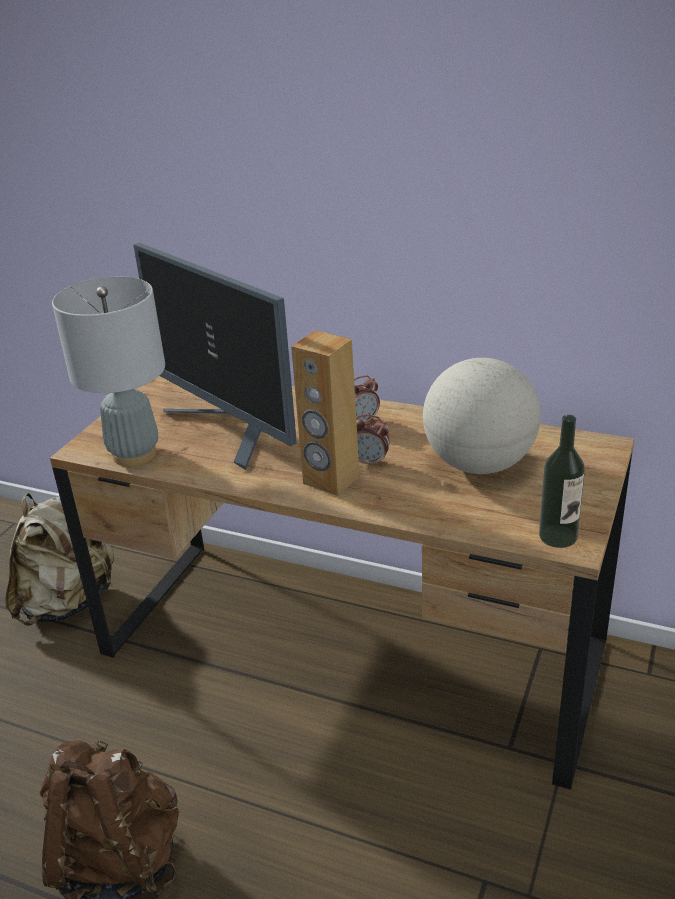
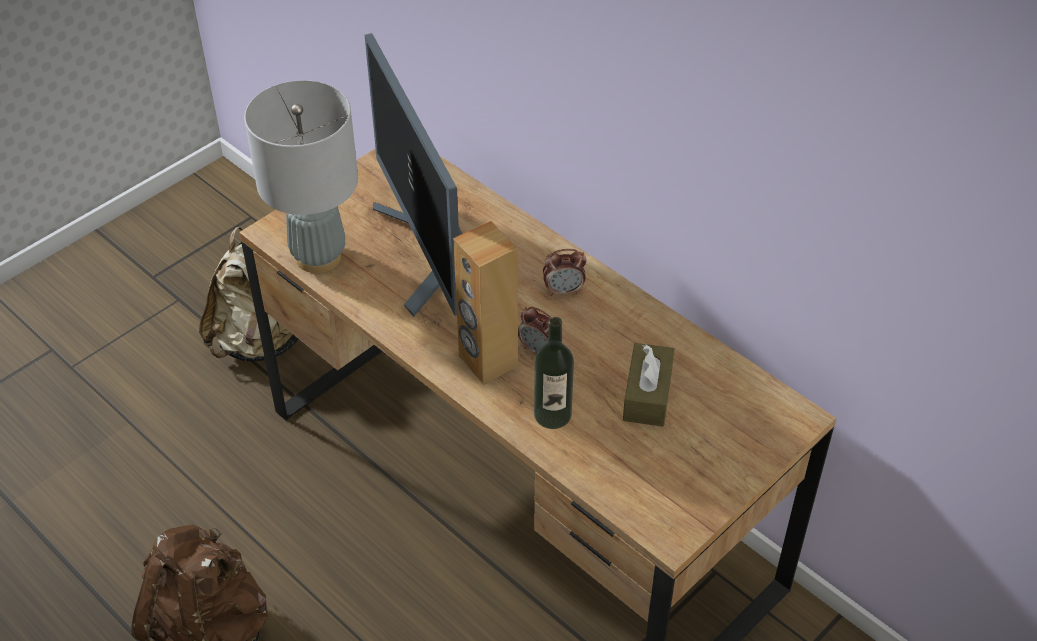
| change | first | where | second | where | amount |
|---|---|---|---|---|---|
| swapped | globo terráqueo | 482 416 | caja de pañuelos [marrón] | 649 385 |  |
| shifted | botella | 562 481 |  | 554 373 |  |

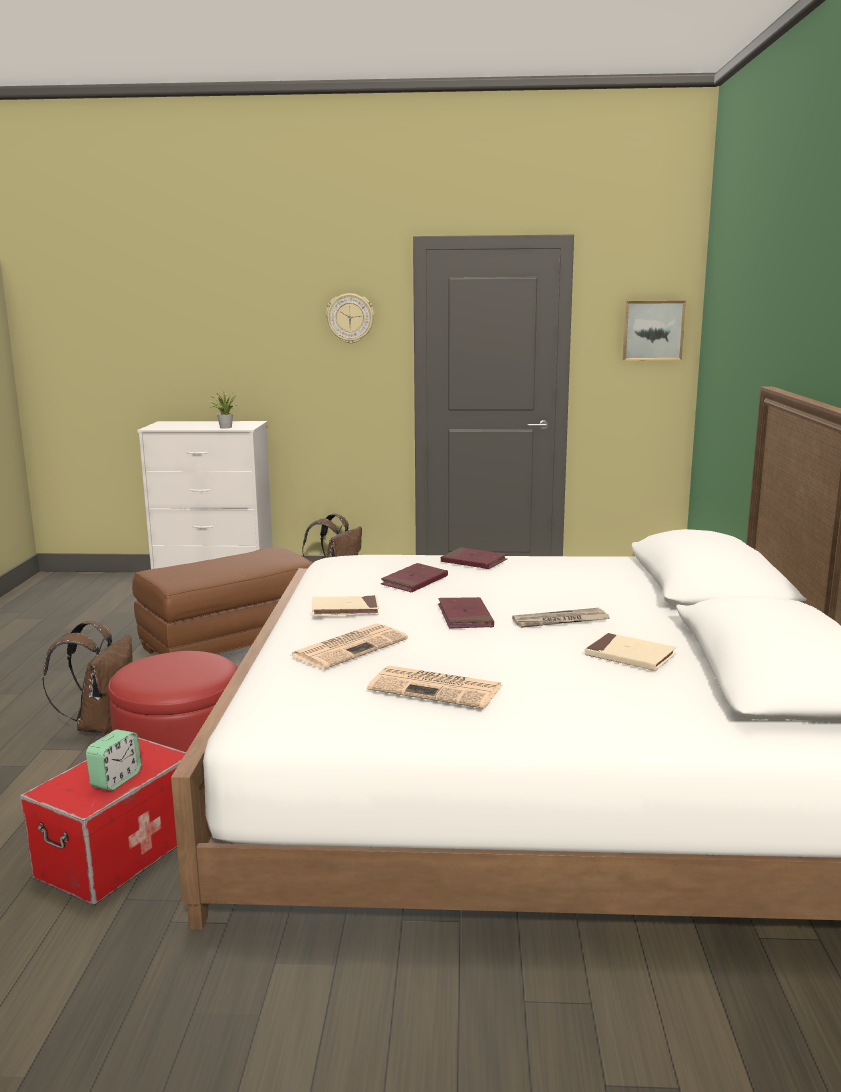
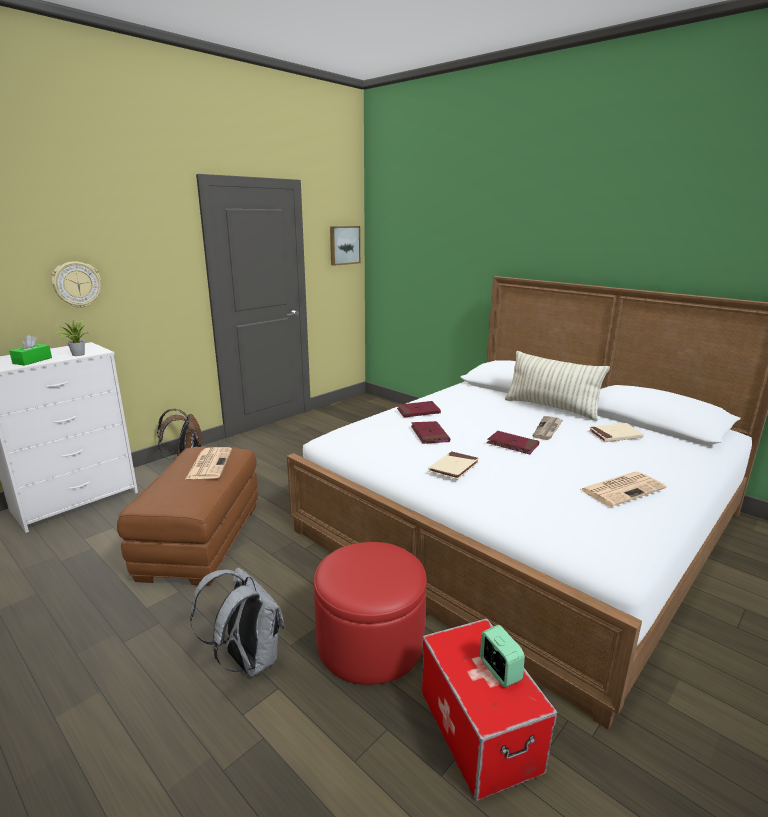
| change | first | where | second | where | amount |
|---|---|---|---|---|---|
| repainted | mochila [marrón] | 88 677 | mochila [gris] | 237 622 |  |
| shifted | periódico | 349 646 |  | 209 463 |  |
| shifted | reloj de pared | 350 318 |  | 76 284 |  |
| new |  |  | caja de pañuelos [verde] | 30 350 |  |
| new |  |  | cojín | 557 386 |  |

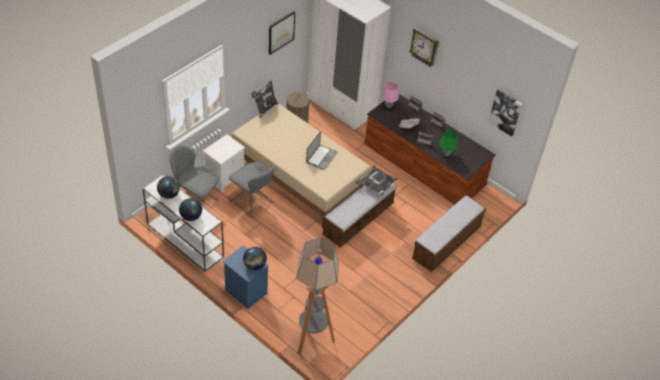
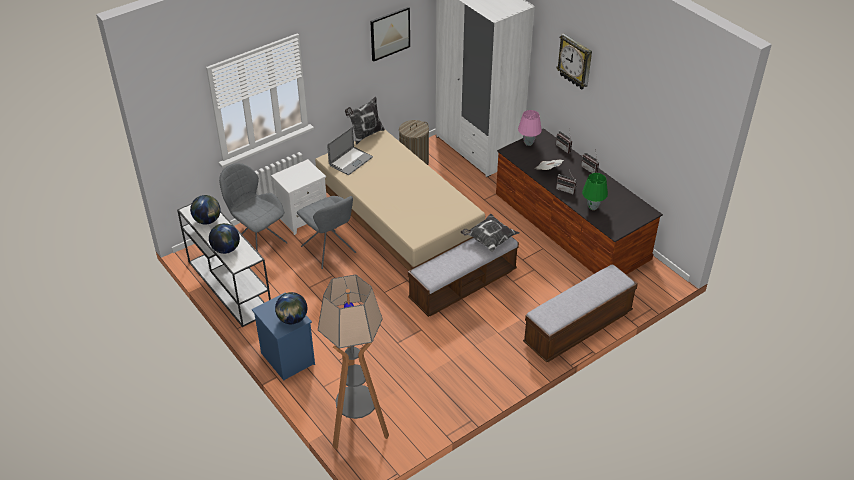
| change | first | where | second | where | amount |
|---|---|---|---|---|---|
| shifted | portátil | 321 150 |  | 350 151 |  |
| gone | cuadro | 505 113 |  |  |  |

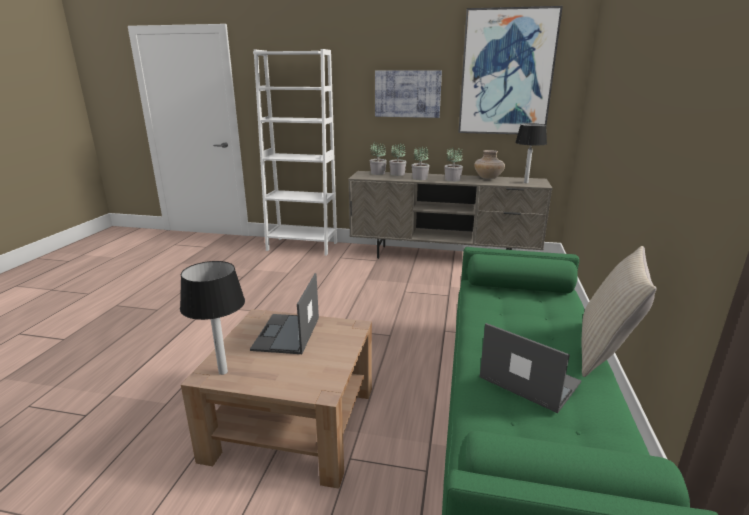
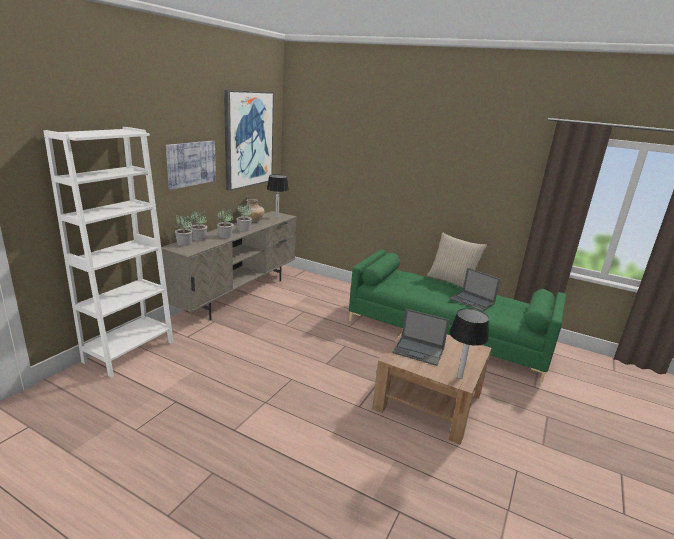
| change | first | where | second | where | amount |
|---|---|---|---|---|---|
| rotated | portátil | 531 368 |  | 475 290 | 105 degrees counterclockwise |

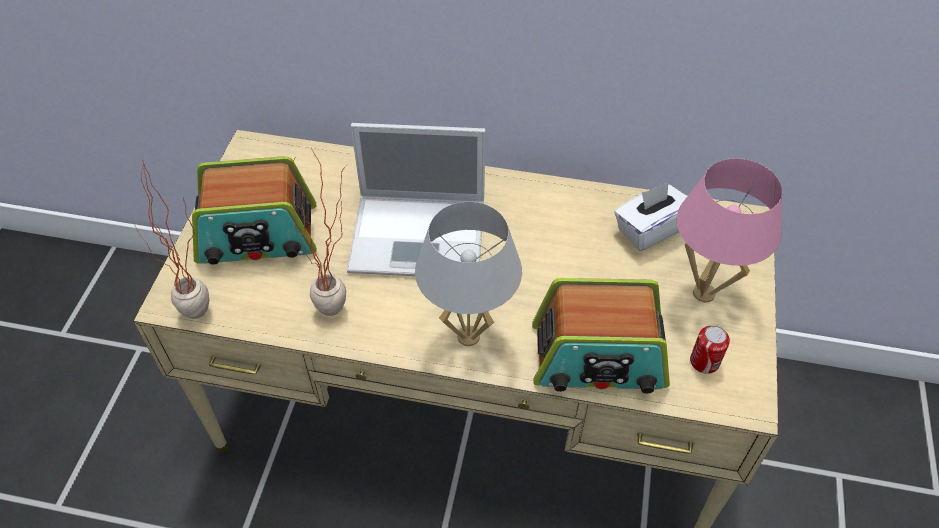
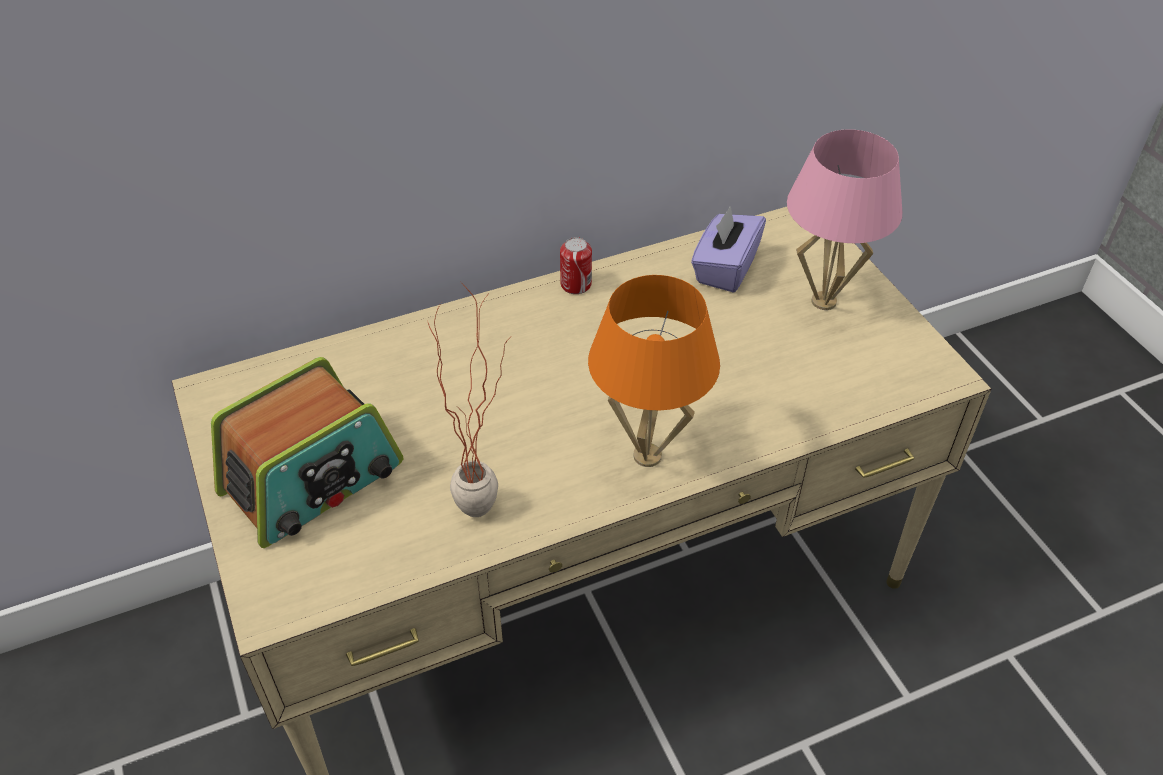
| change | first | where | second | where | amount |
|---|---|---|---|---|---|
| gone | planta en maceta | 171 238 |  |  |  |
| gone | portátil | 416 199 |  |  |  |
| repainted | lámpara de mesa [blanco] | 468 274 | lámpara de mesa [naranja] | 654 371 |  |
| gone | radio | 601 336 |  |  |  |
| repainted | caja de pañuelos [blanco] | 650 216 | caja de pañuelos [morado] | 728 249 |  |
| shifted | lata | 710 349 |  | 576 265 |  |

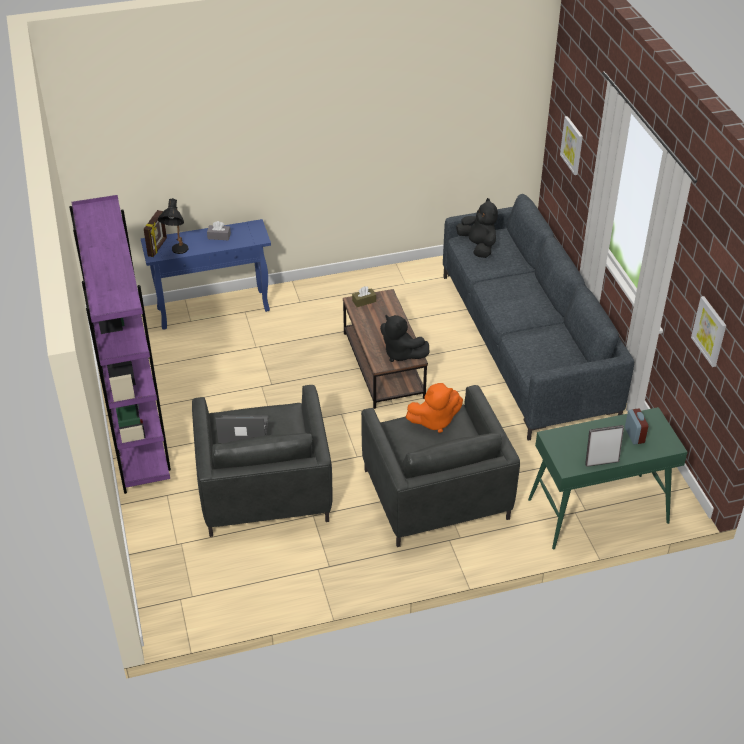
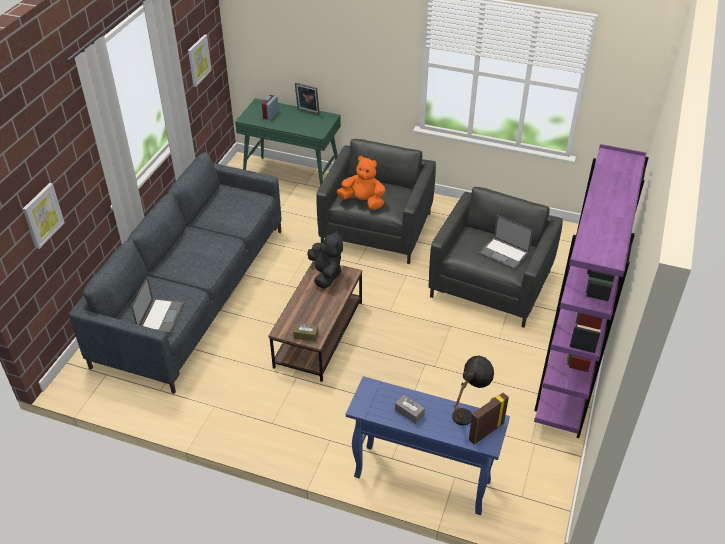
| change | first | where | second | where | amount |
|---|---|---|---|---|---|
| swapped | peluche [negro] | 477 228 | portátil | 157 305 |  |

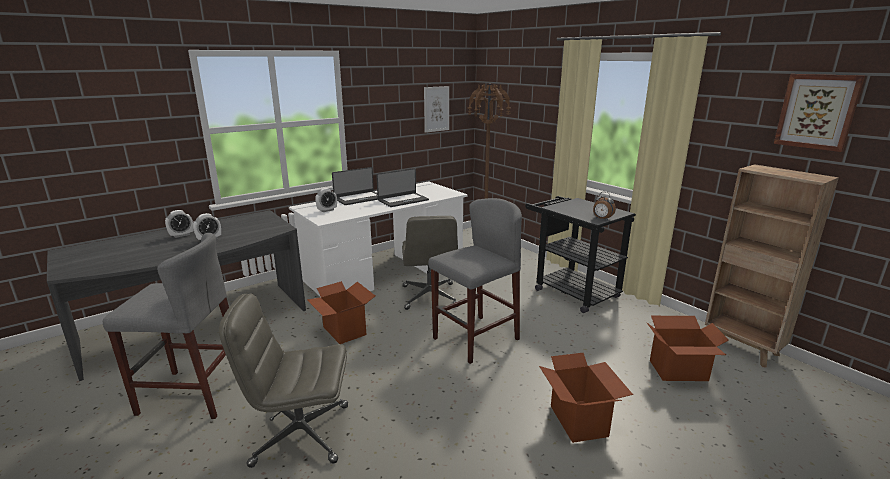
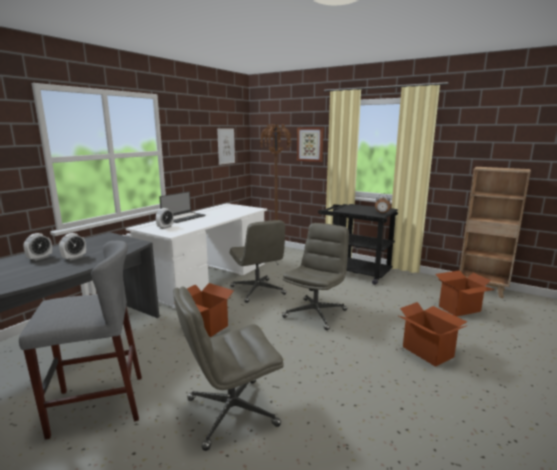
| change | first | where | second | where | amount |
|---|---|---|---|---|---|
| gone | portátil | 402 187 |  |  |  |
| swapped | taburete [gris] | 475 281 | silla de oficina [gris] | 315 276 |  |
| shifted | cuadro | 819 113 |  | 310 144 |  |

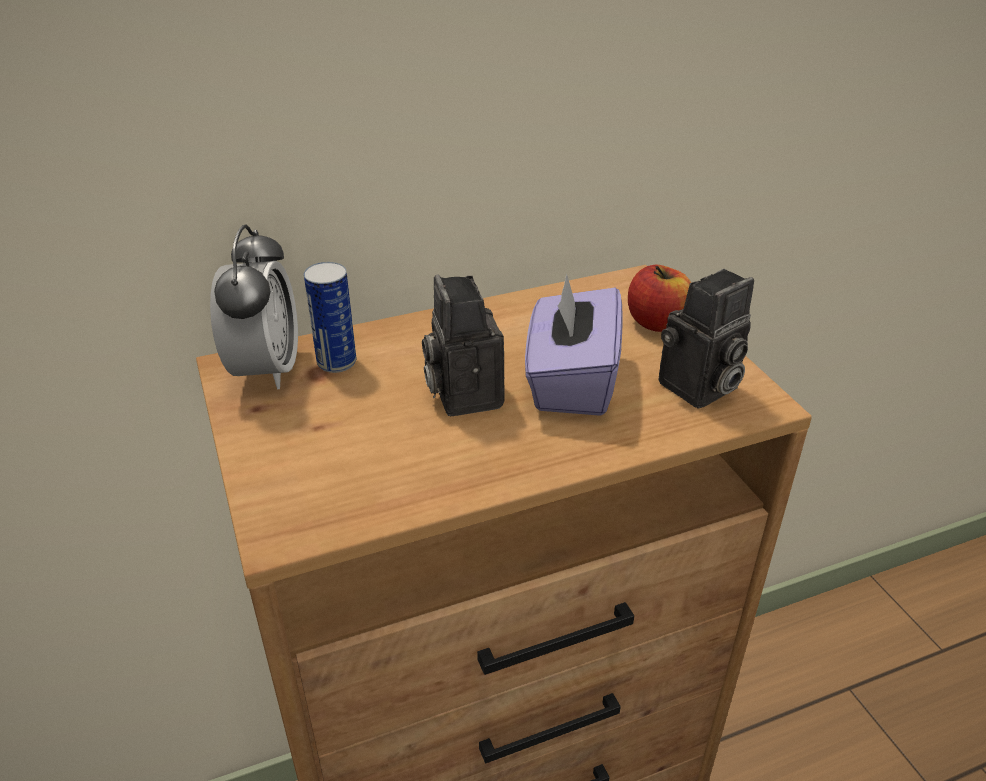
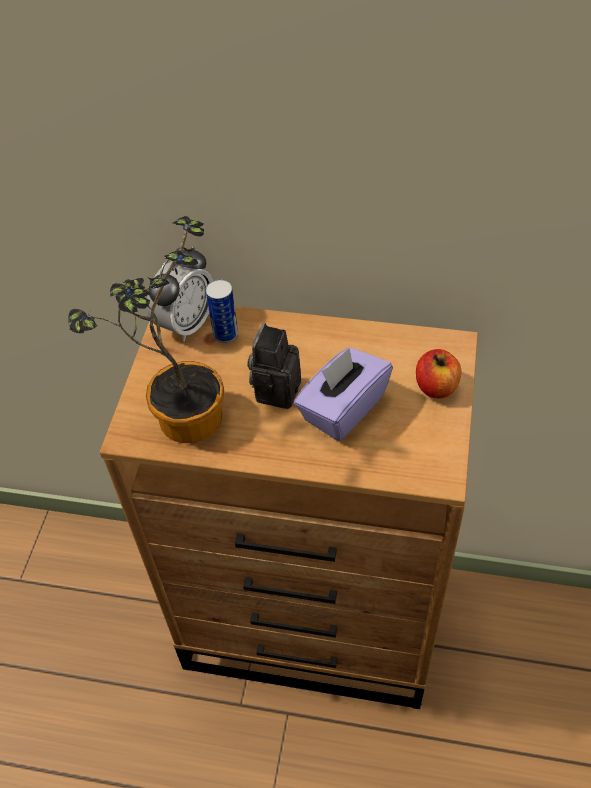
| change | first | where | second | where | amount |
|---|---|---|---|---|---|
| gone | cámara | 706 338 |  |  |  |
| new |  |  | planta en maceta | 146 329 |  |

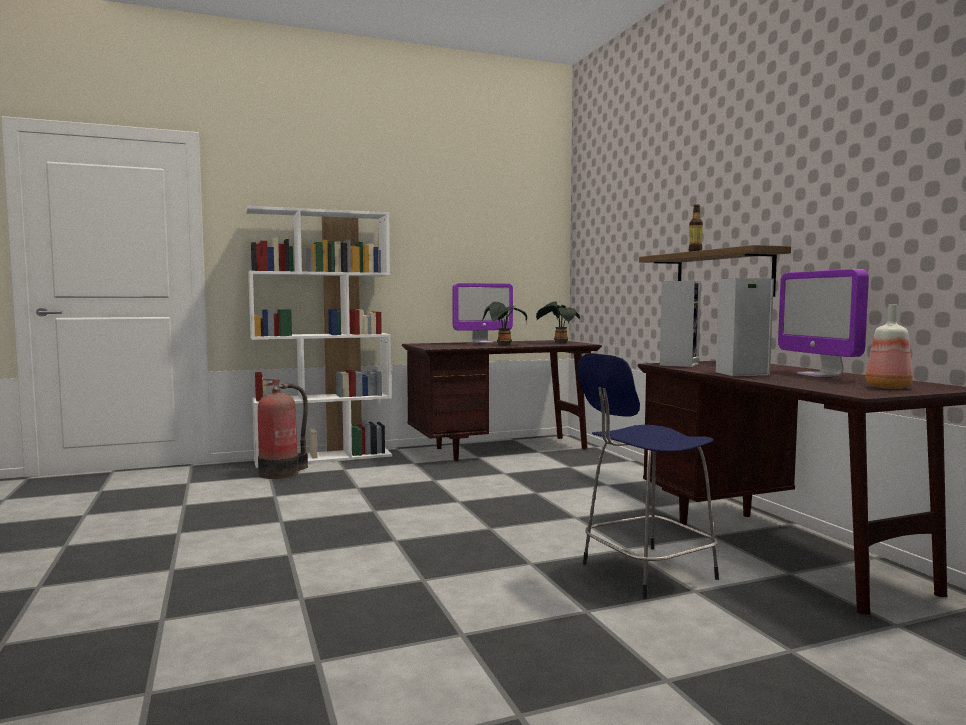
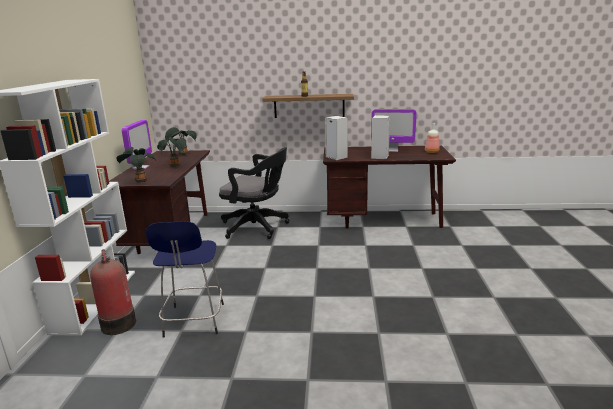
| change | first | where | second | where | amount |
|---|---|---|---|---|---|
| shifted | taburete [azul] | 648 476 |  | 185 279 |  |
| new |  |  | planta en maceta | 136 165 |  |
| new |  |  | silla de oficina [negro] | 254 193 |  |

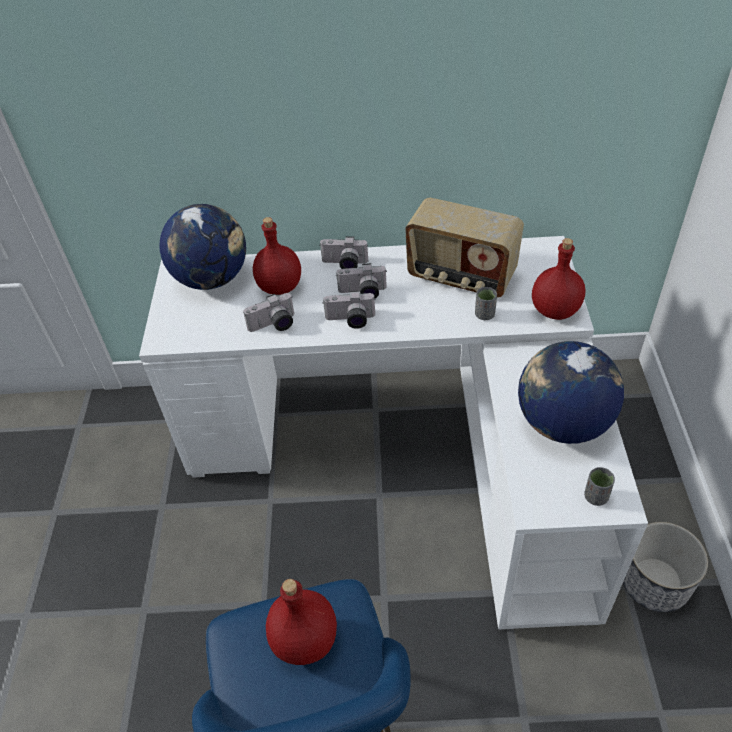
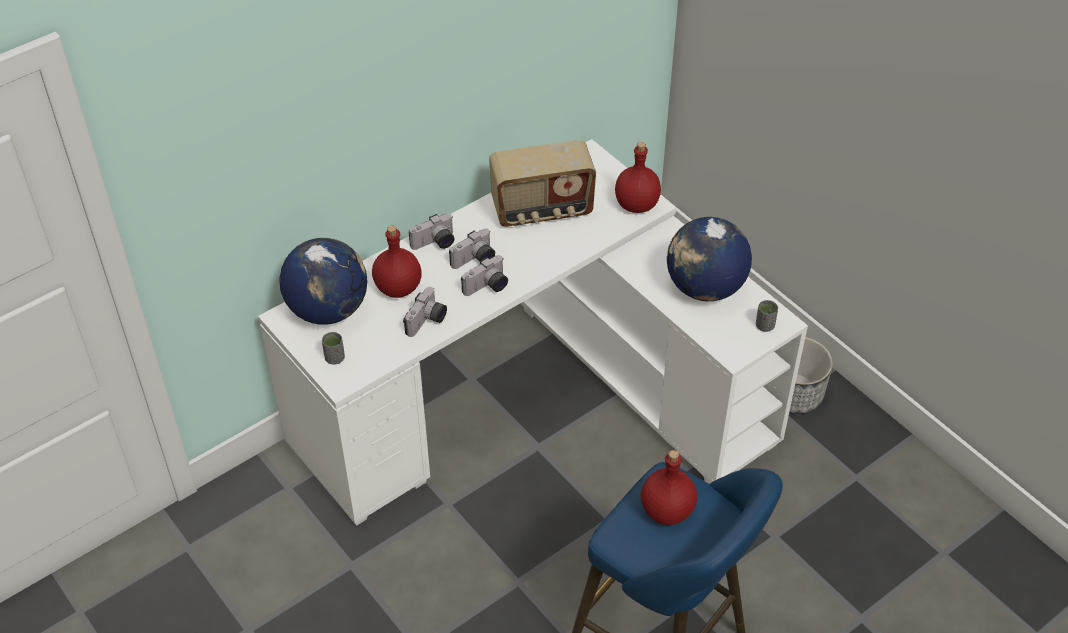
| change | first | where | second | where | amount |
|---|---|---|---|---|---|
| shifted | taza [gris] | 486 303 |  | 333 348 |  |

